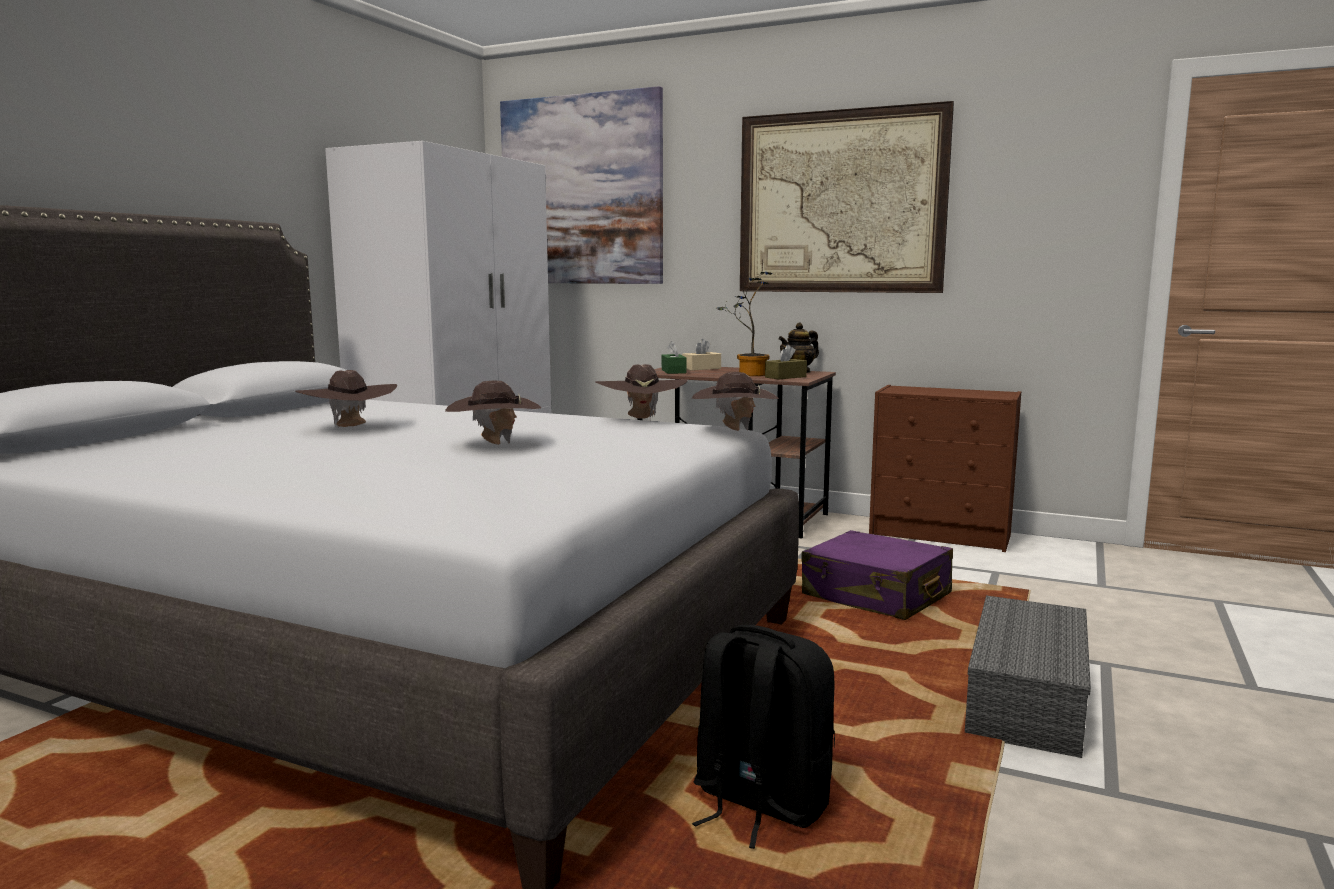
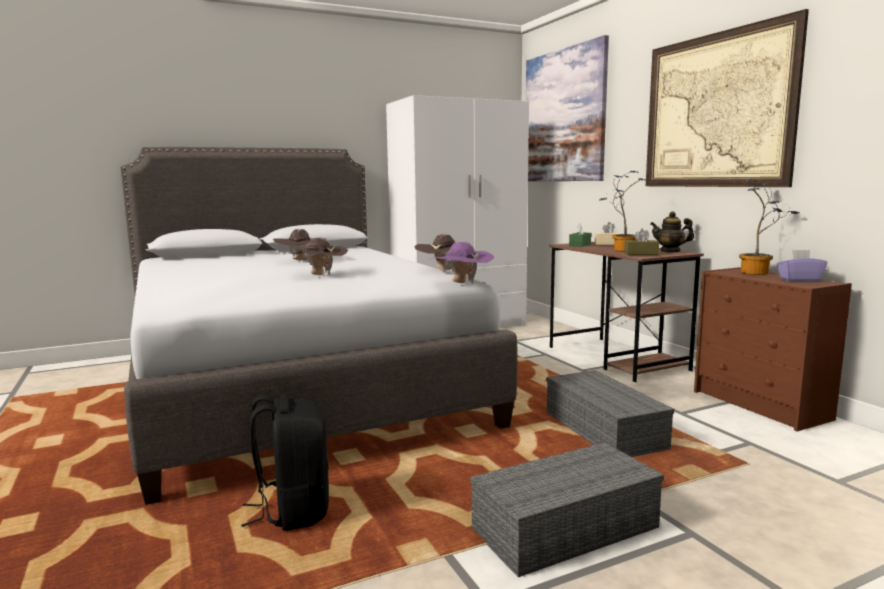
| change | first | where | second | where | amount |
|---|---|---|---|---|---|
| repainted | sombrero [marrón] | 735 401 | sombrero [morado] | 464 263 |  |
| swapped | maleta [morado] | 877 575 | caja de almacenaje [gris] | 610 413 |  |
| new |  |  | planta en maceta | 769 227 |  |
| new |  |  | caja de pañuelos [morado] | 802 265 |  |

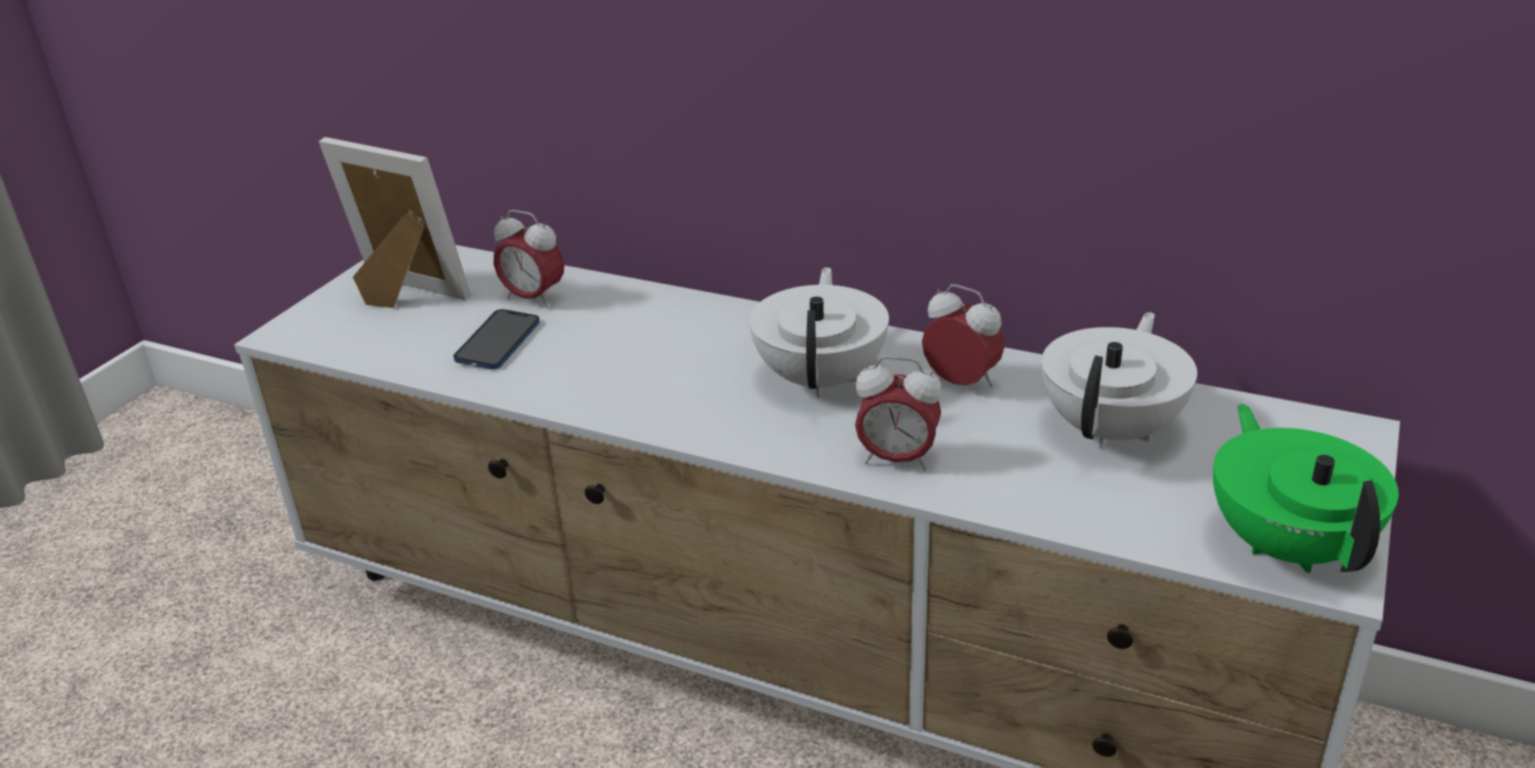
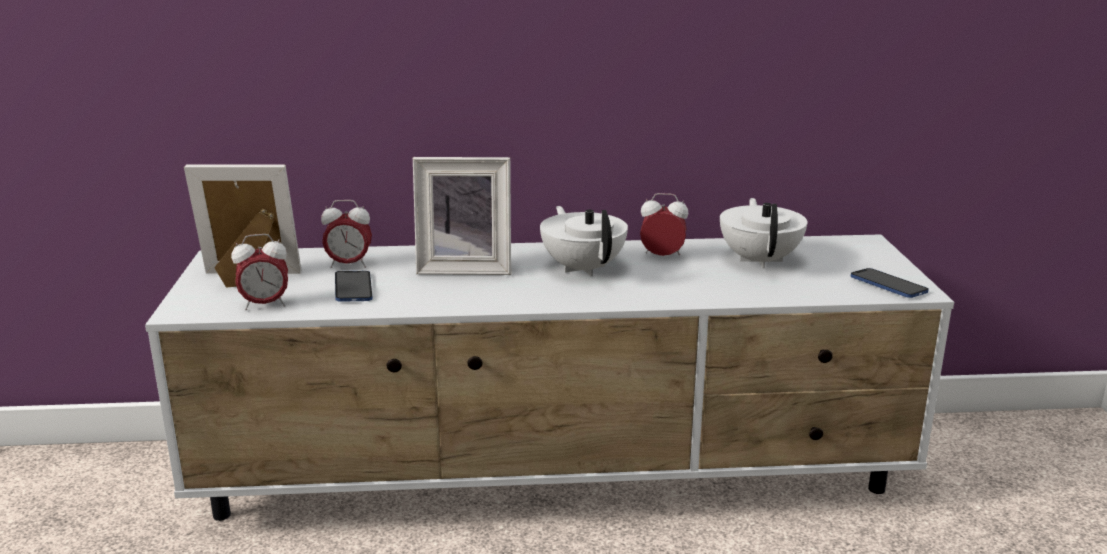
| change | first | where | second | where | amount |
|---|---|---|---|---|---|
| shifted | despertador | 898 413 |  | 259 272 |  |
| swapped | tetera [verde] | 1306 488 | móvil | 890 283 |  |
| new |  |  | portarretratos | 462 216 |  |

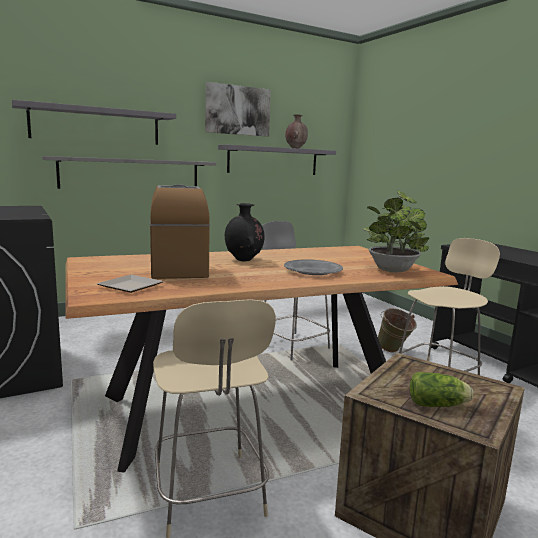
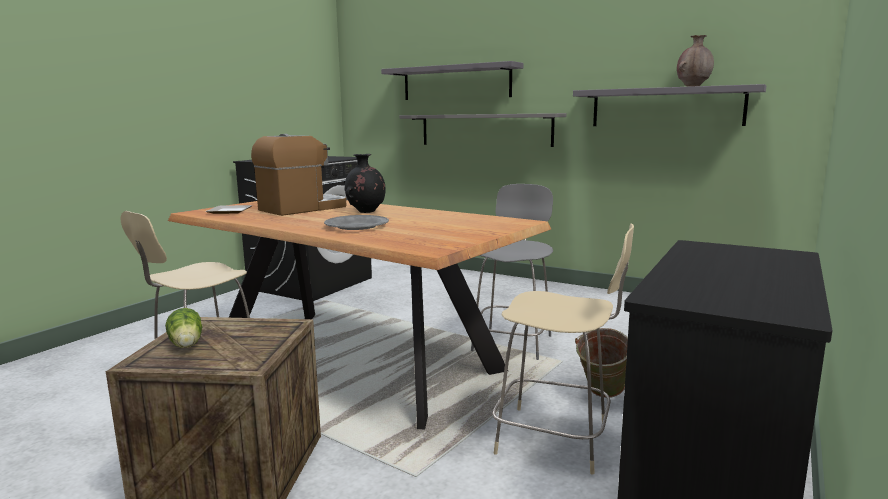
| change | first | where | second | where | amount |
|---|---|---|---|---|---|
| gone | cuadro | 238 109 |  |  |  |
| gone | planta en maceta | 395 231 |  |  |  |

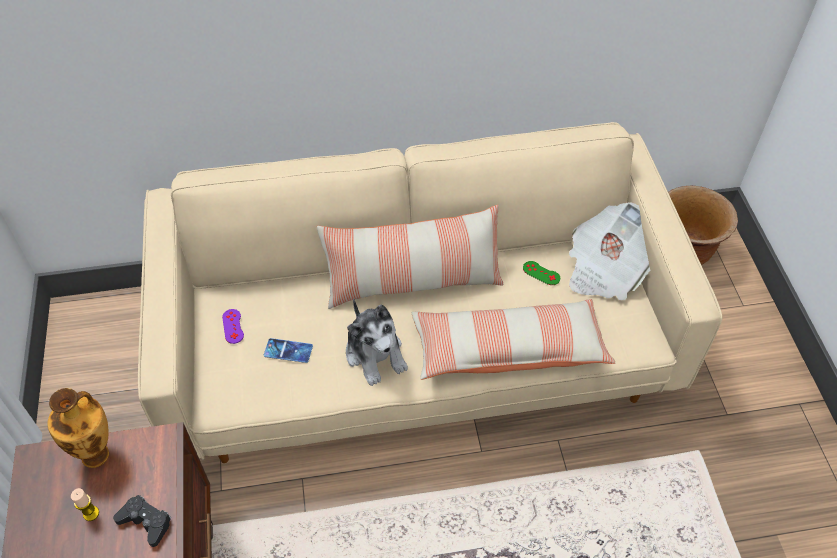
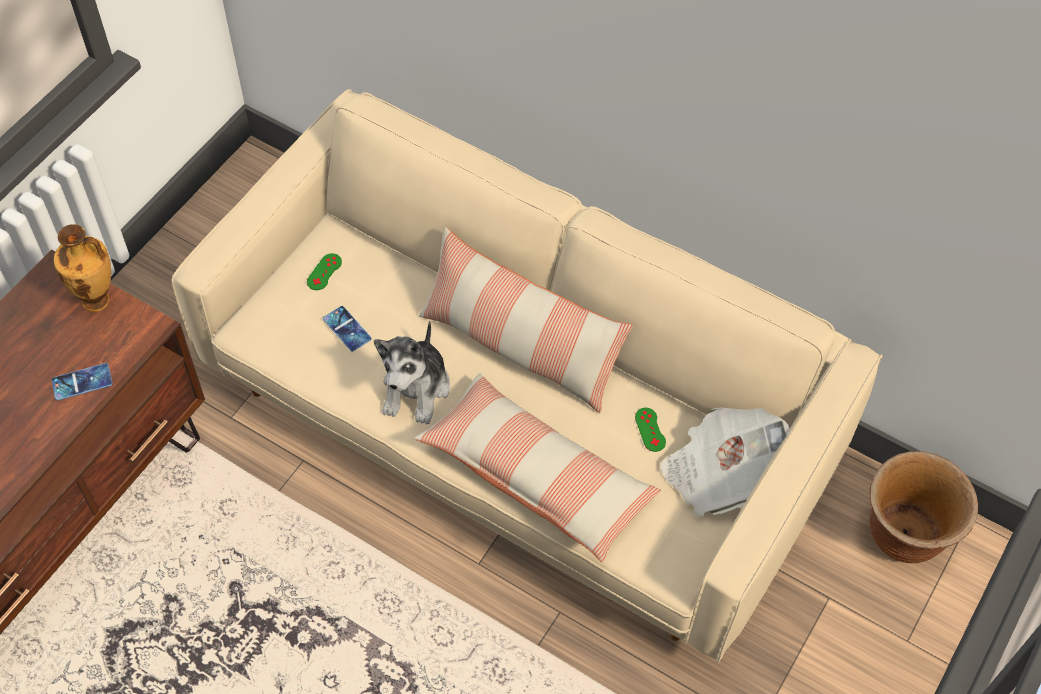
| change | first | where | second | where | amount |
|---|---|---|---|---|---|
| gone | vela | 85 504 |  |  |  |
| swapped | mando de consola [negro] | 142 521 | móvil | 82 382 |  |
| repainted | mando de consola [morado] | 233 326 | mando de consola [verde] | 324 271 |  |

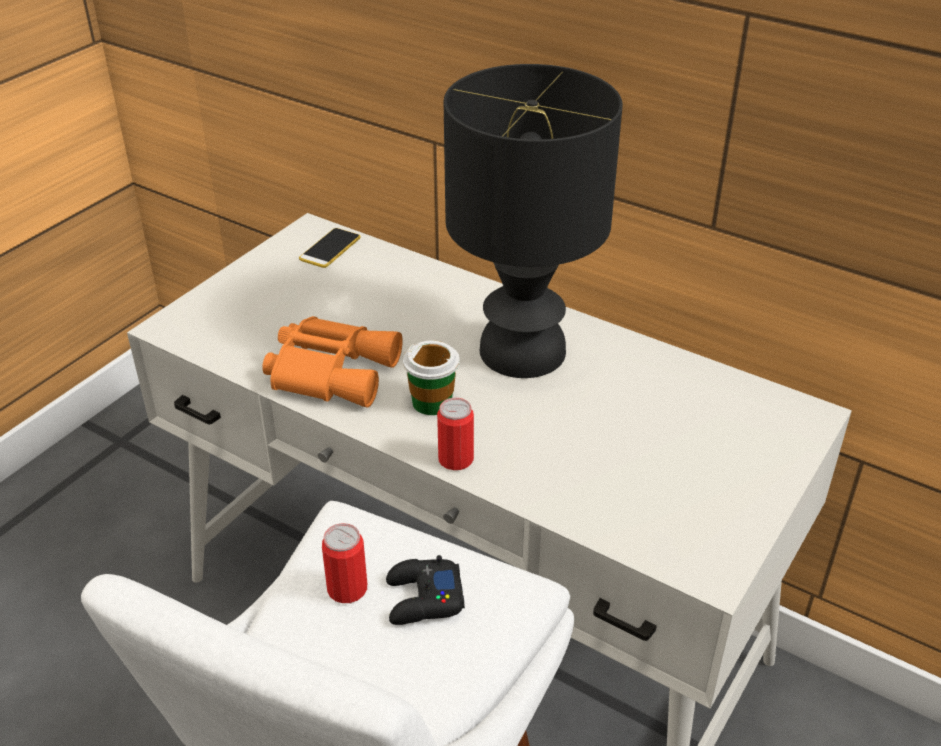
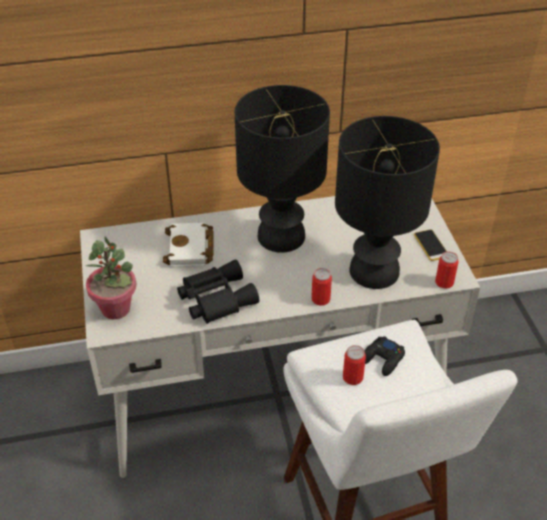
| change | first | where | second | where | amount |
|---|---|---|---|---|---|
| repainted | prismáticos [naranja] | 332 361 | prismáticos [negro] | 218 291 |  |
| shifted | móvil | 330 248 |  | 430 245 |  |
| gone | taza | 431 378 |  |  |  |
| new |  |  | planta en maceta | 110 278 |  |
| new |  |  | libro [blanco] | 188 245 |  |
| new |  |  | lámpara de mesa [negro] | 387 202 |  |
| new |  |  | lata | 446 270 |  |

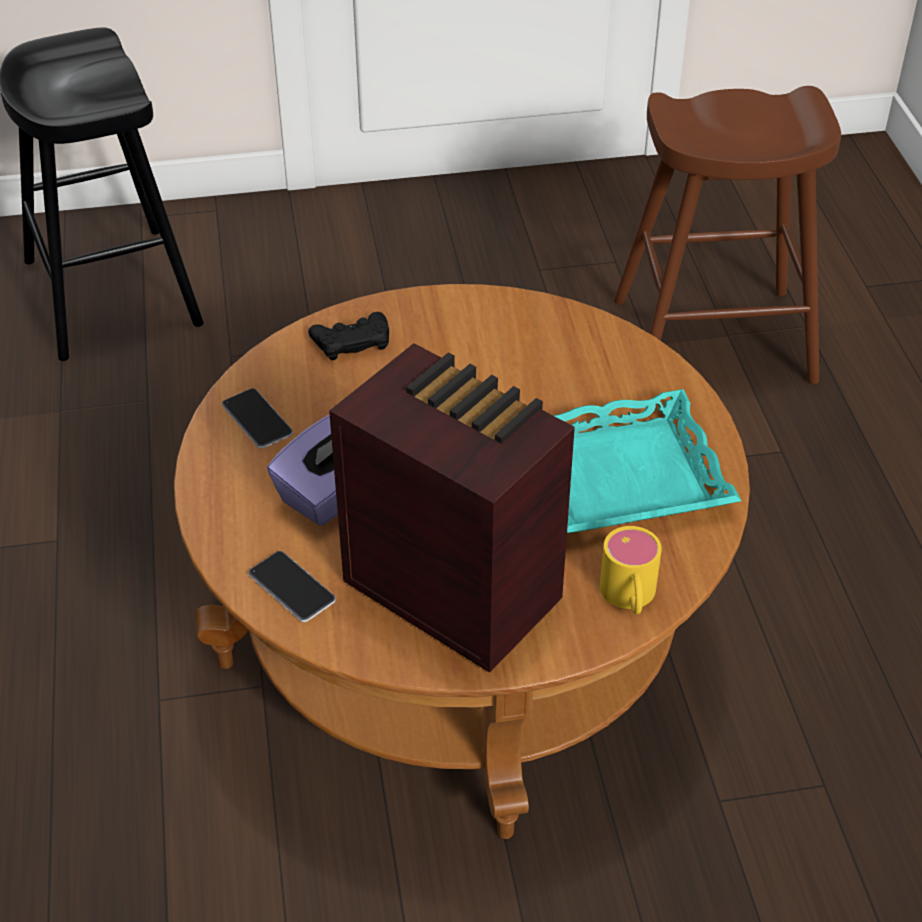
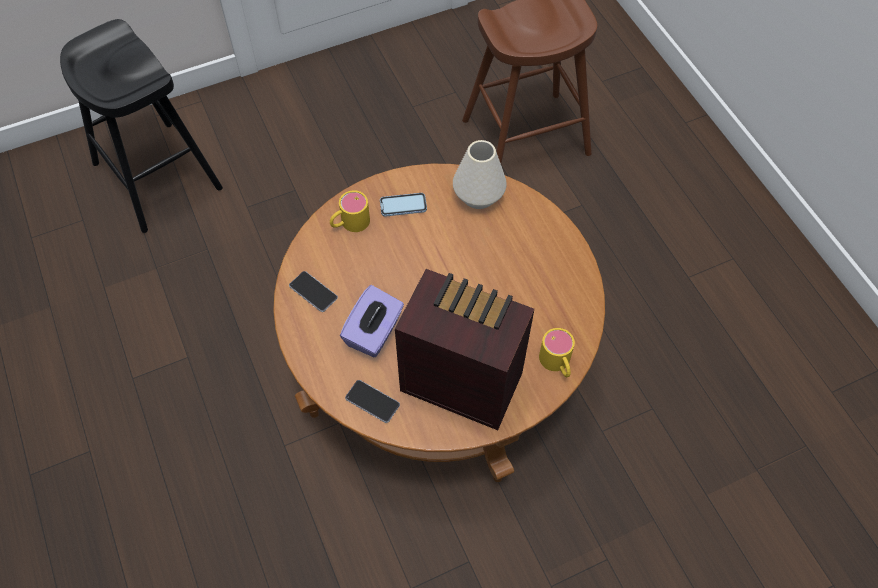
| change | first | where | second | where | amount |
|---|---|---|---|---|---|
| swapped | mando de consola [negro] | 348 336 | taza grande [amarillo] | 350 211 |  |
| gone | bandeja [turquesa] | 647 461 |  |  |  |
| new |  |  | móvil | 403 205 |  |
| new |  |  | florero [blanco] | 480 174 |  |

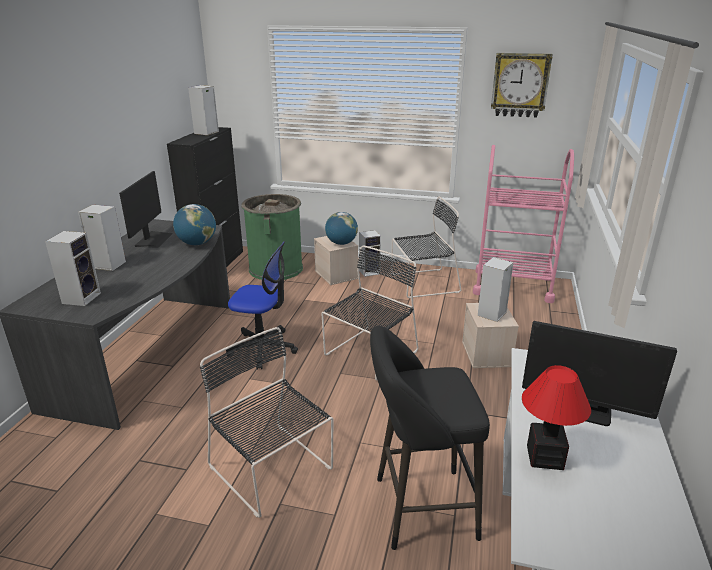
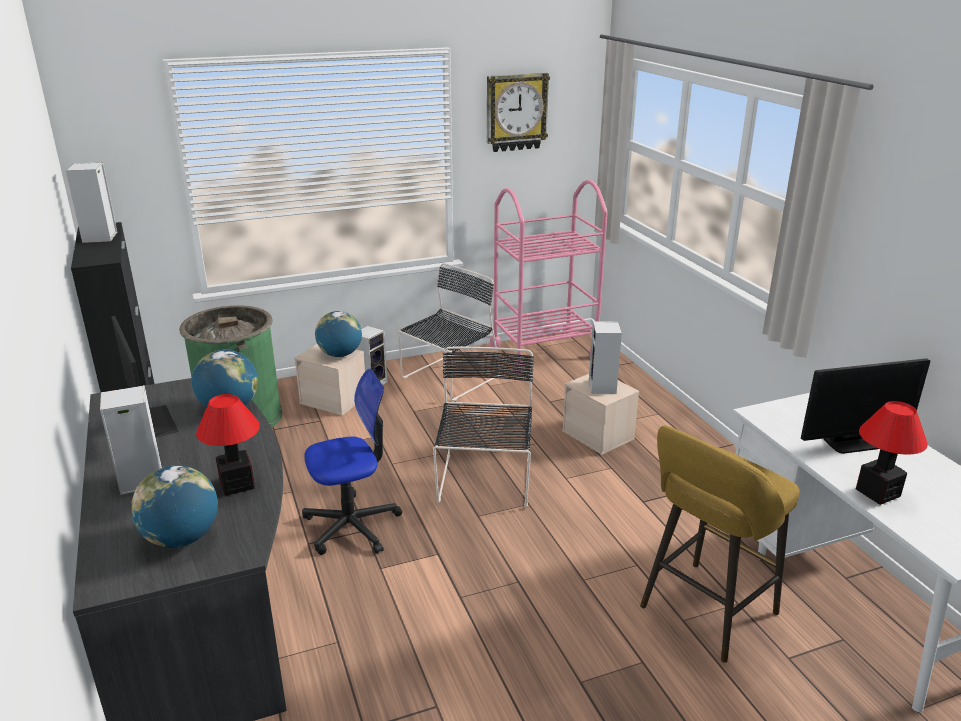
| change | first | where | second | where | amount |
|---|---|---|---|---|---|
| swapped | altavoz | 73 268 | globo terráqueo | 174 506 |  |
| gone | silla [negro] | 266 422 |  |  |  |
| repainted | taburete [negro] | 430 438 | taburete [amarillo] | 720 544 |  |
| new |  |  | lámpara de mesa | 228 445 |  |

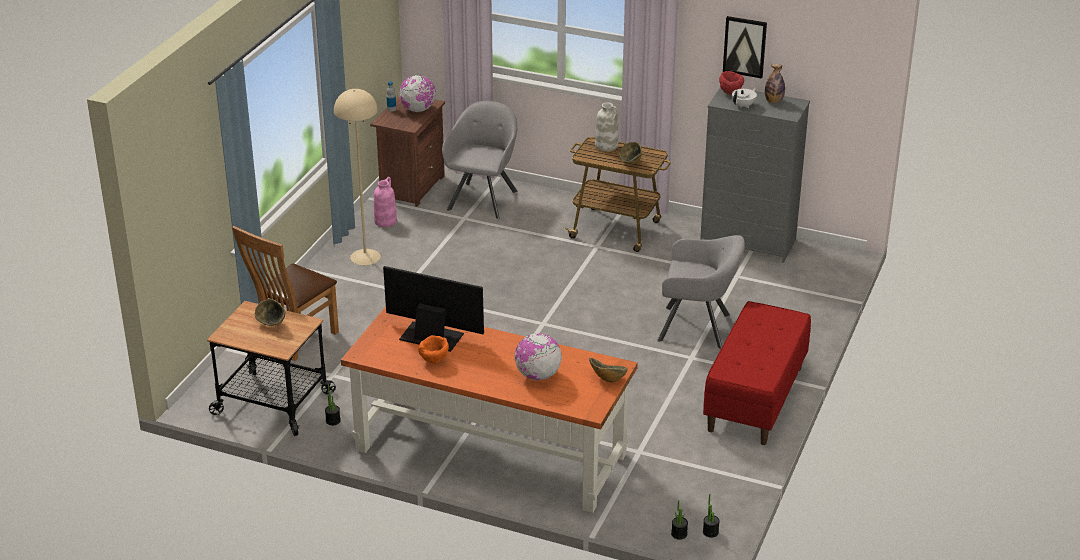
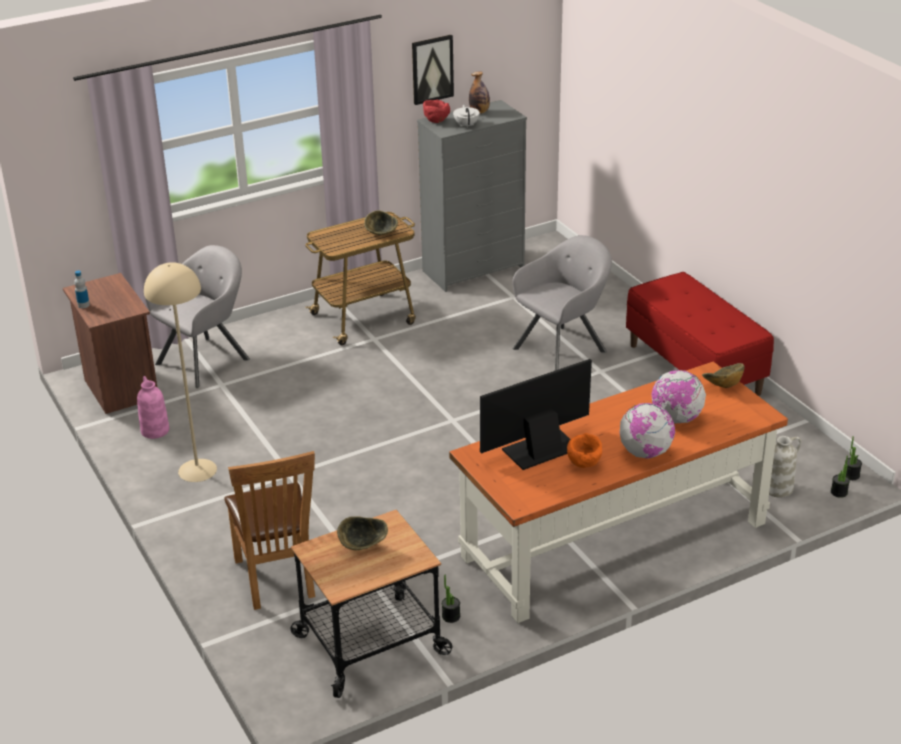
| change | first | where | second | where | amount |
|---|---|---|---|---|---|
| shifted | globo terráqueo | 417 93 |  | 647 431 |  |
| rotated | sillón [gris] | 479 160 |  | 197 316 | 75 degrees clockwise |
| shifted | florero [blanco] | 606 126 |  | 785 467 |  |

